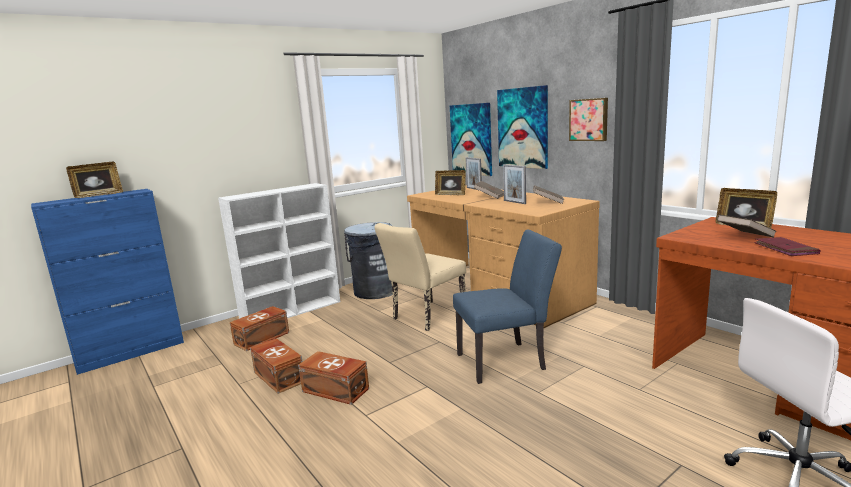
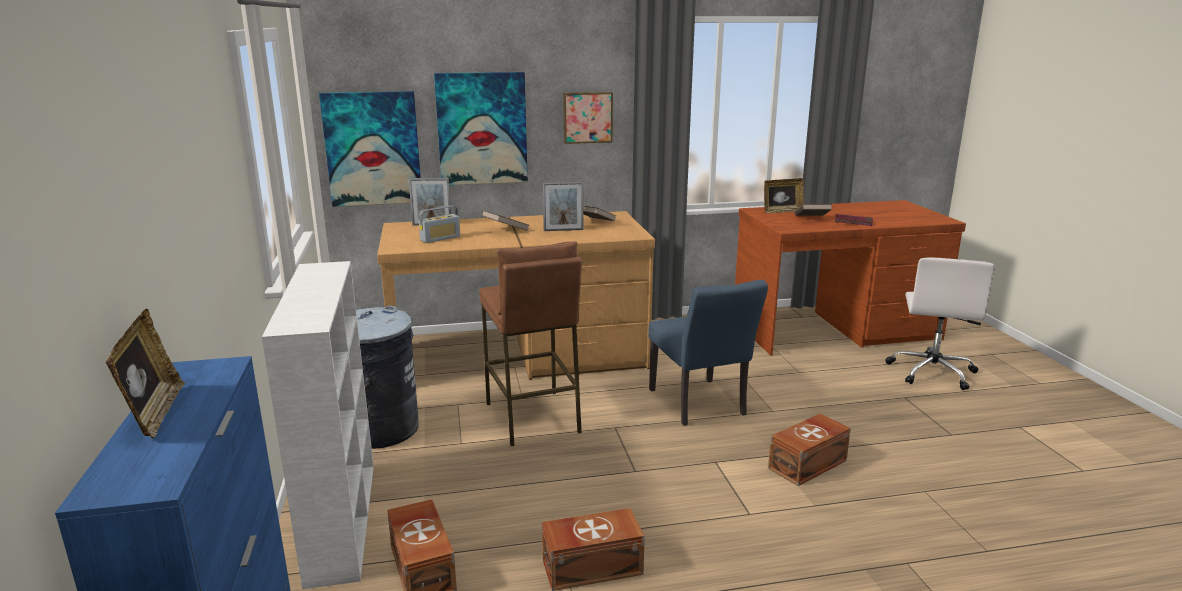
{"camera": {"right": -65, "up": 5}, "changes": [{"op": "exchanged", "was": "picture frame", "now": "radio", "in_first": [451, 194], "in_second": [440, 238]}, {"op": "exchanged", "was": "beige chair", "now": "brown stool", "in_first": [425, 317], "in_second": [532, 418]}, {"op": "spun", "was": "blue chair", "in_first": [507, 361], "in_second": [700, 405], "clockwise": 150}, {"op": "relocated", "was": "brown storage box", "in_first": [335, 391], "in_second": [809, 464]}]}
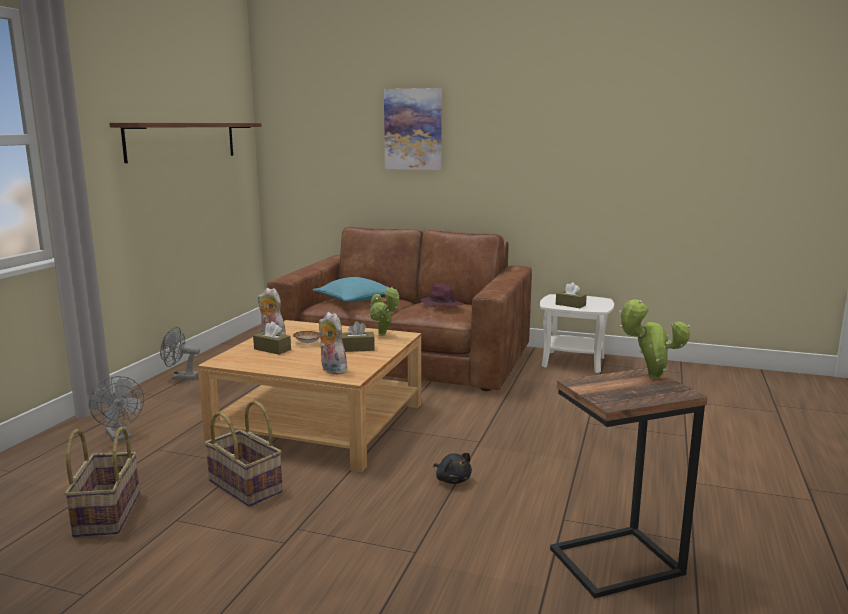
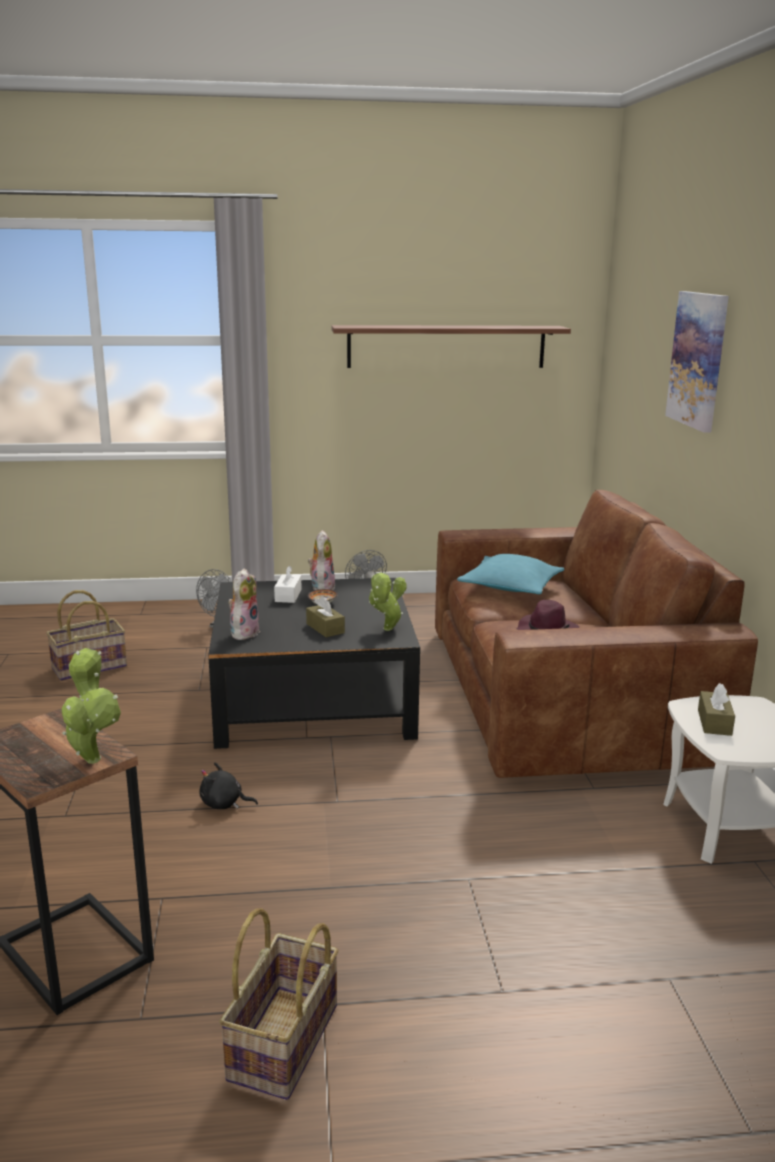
{"camera": {"right": 65, "up": 5}, "changes": [{"op": "colour", "was": "beige coffee table", "now": "black coffee table", "in_first": [320, 423], "in_second": [313, 697]}, {"op": "colour", "was": "brown tissue box", "now": "white tissue box", "in_first": [272, 349], "in_second": [288, 596]}, {"op": "relocated", "was": "basket", "in_first": [246, 486], "in_second": [285, 1043]}, {"op": "spun", "was": "black plush toy", "in_first": [452, 480], "in_second": [224, 804], "clockwise": 75}]}
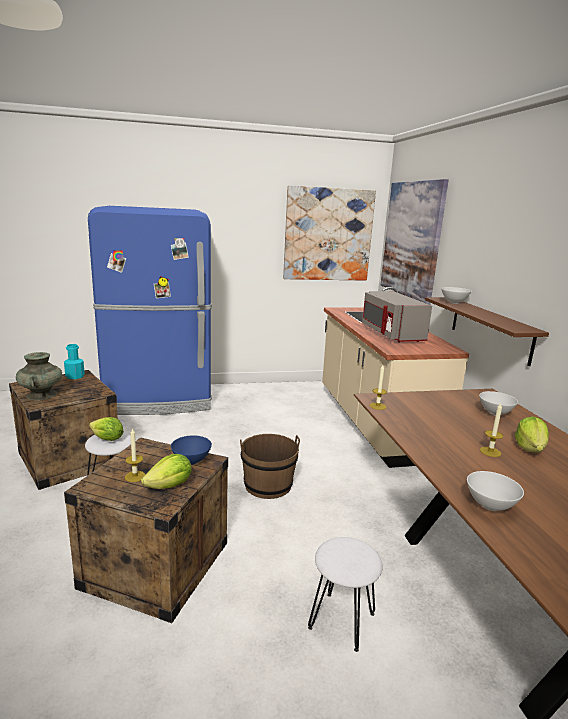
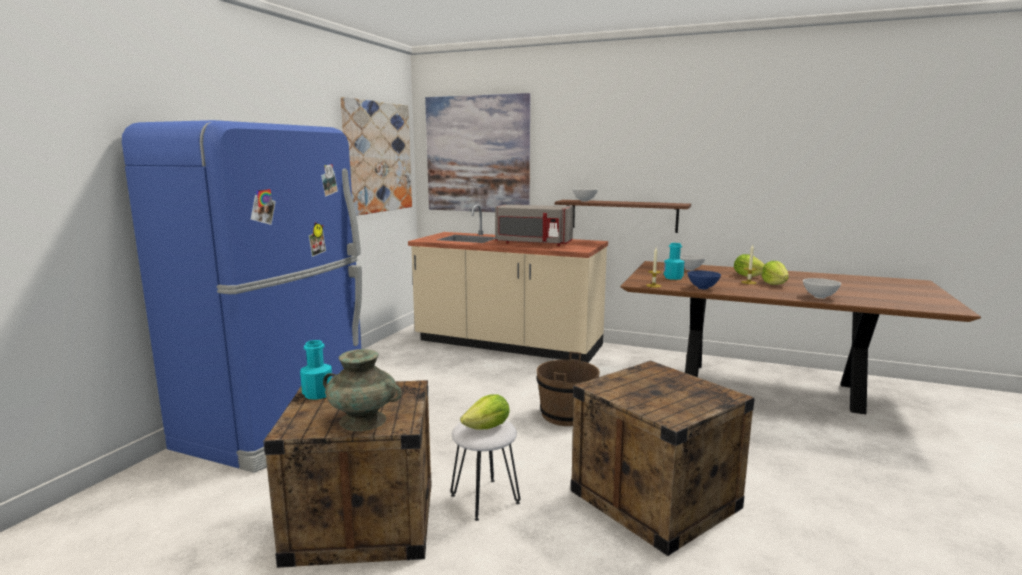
{"camera": {"right": -55, "up": -5}, "changes": [{"op": "missing", "was": "candle", "in_first": [135, 476]}, {"op": "relocated", "was": "blue bowl", "in_first": [191, 461], "in_second": [703, 288]}, {"op": "relocated", "was": "lettuce", "in_first": [170, 486], "in_second": [774, 284]}, {"op": "missing", "was": "white stool", "in_first": [341, 620]}, {"op": "appeared", "now": "turquoise bottle", "in_second": [673, 277]}]}
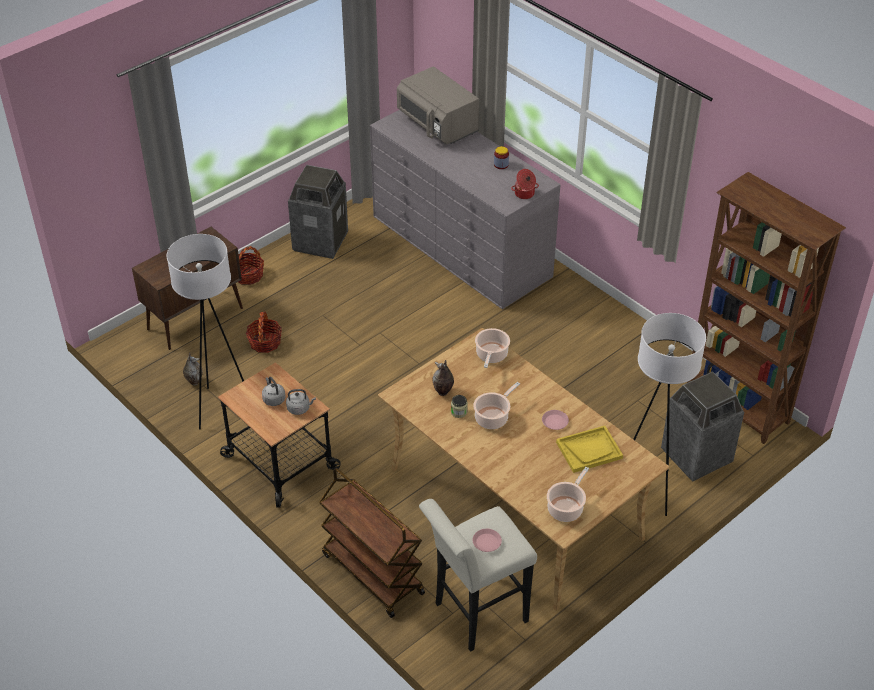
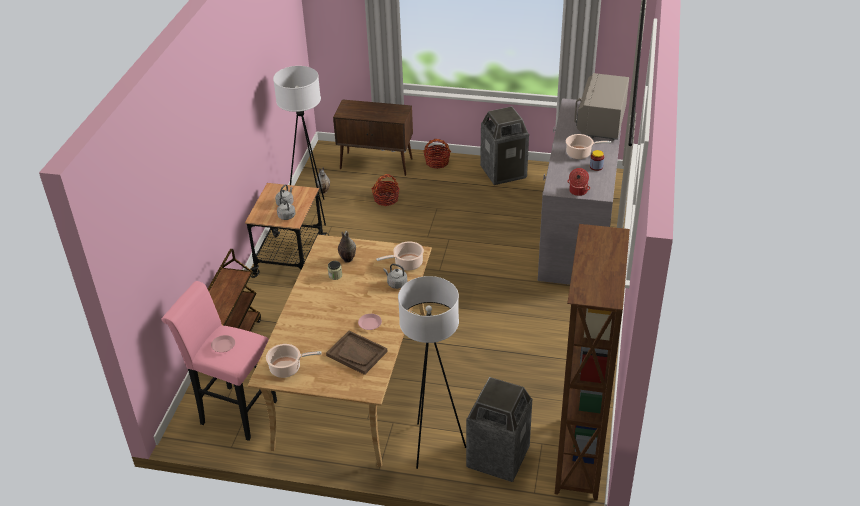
{"camera": {"right": 55, "up": -5}, "changes": [{"op": "relocated", "was": "cooking pot", "in_first": [493, 417], "in_second": [580, 154]}, {"op": "colour", "was": "yellow tray", "now": "brown tray", "in_first": [589, 450], "in_second": [357, 353]}, {"op": "colour", "was": "white stool", "now": "pink stool", "in_first": [475, 615], "in_second": [233, 411]}, {"op": "appeared", "now": "grey kettle", "in_second": [396, 283]}]}
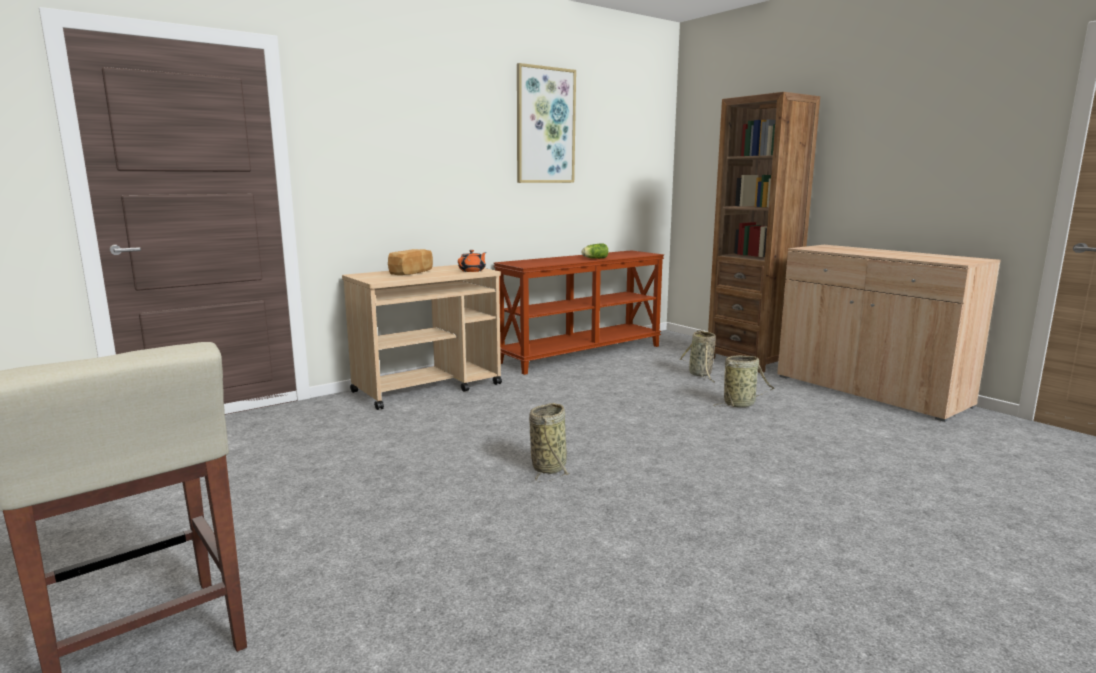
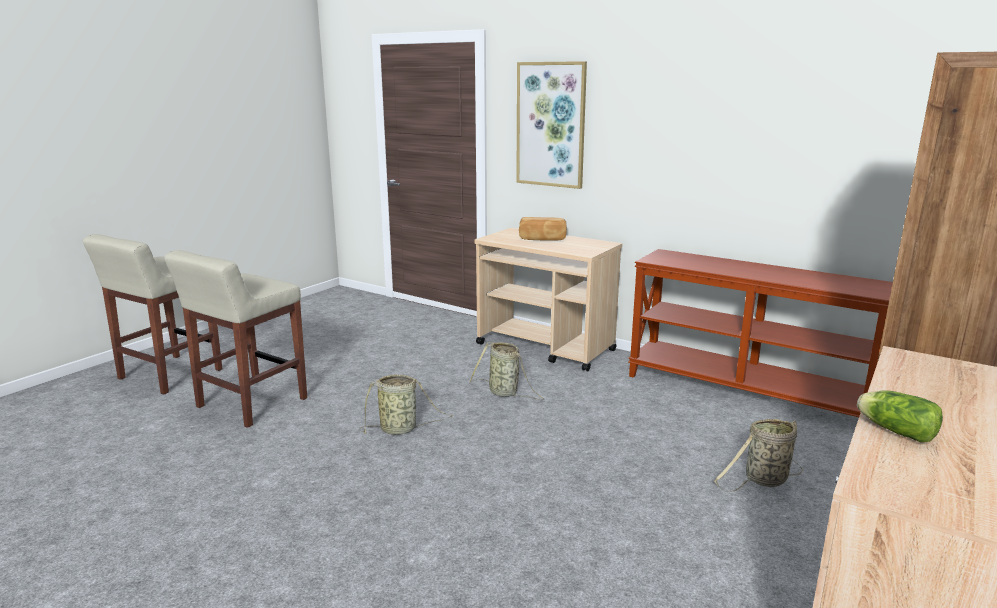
{"camera": {"right": 70, "up": 5}, "changes": [{"op": "relocated", "was": "picture", "in_first": [545, 126], "in_second": [551, 125]}, {"op": "relocated", "was": "lettuce", "in_first": [594, 258], "in_second": [893, 430]}, {"op": "missing", "was": "orange teapot", "in_first": [472, 271]}, {"op": "relocated", "was": "basket", "in_first": [740, 404], "in_second": [505, 393]}, {"op": "appeared", "now": "beige stool", "in_second": [250, 403]}]}
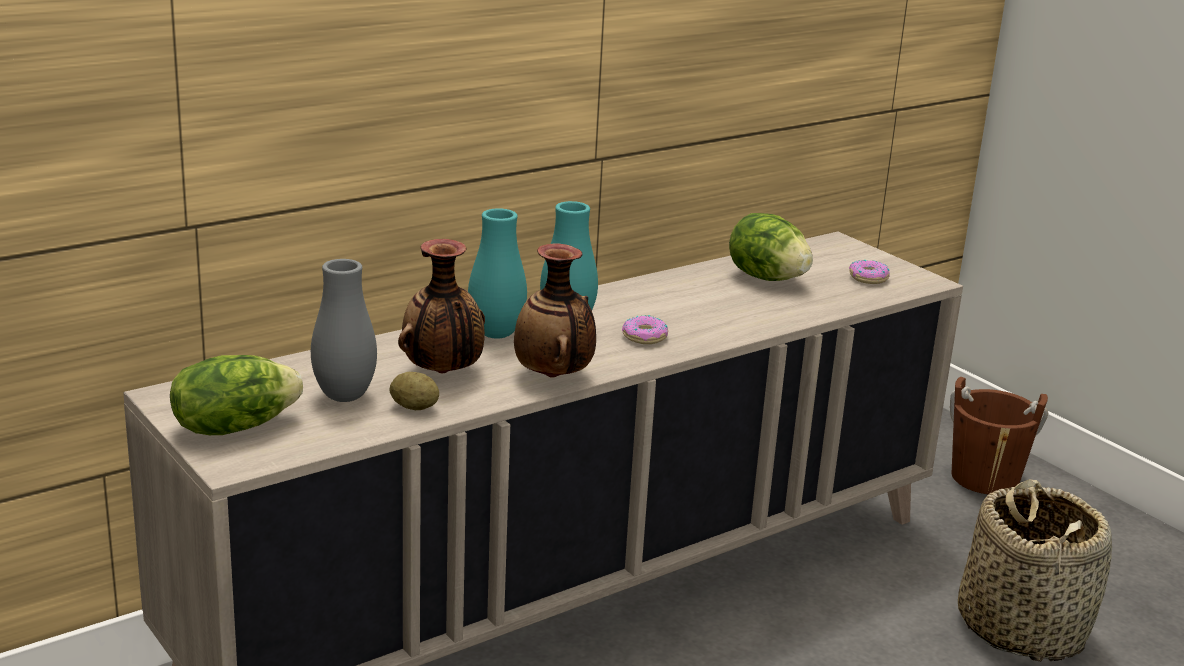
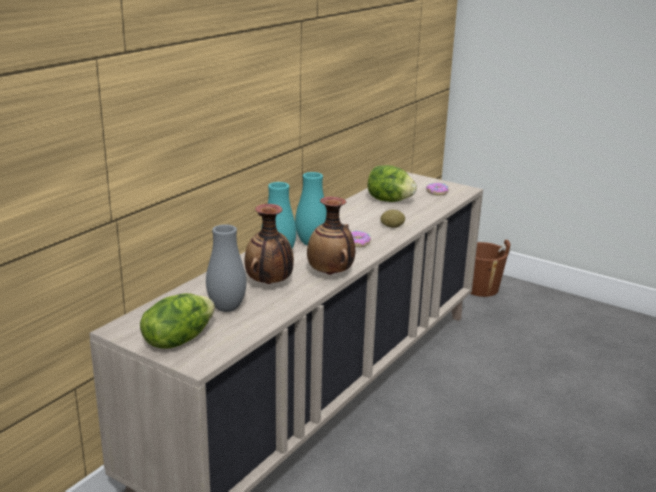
{"camera": {"right": -20, "up": 0}, "changes": [{"op": "relocated", "was": "potato", "in_first": [414, 407], "in_second": [392, 227]}, {"op": "missing", "was": "basket", "in_first": [1022, 627]}]}
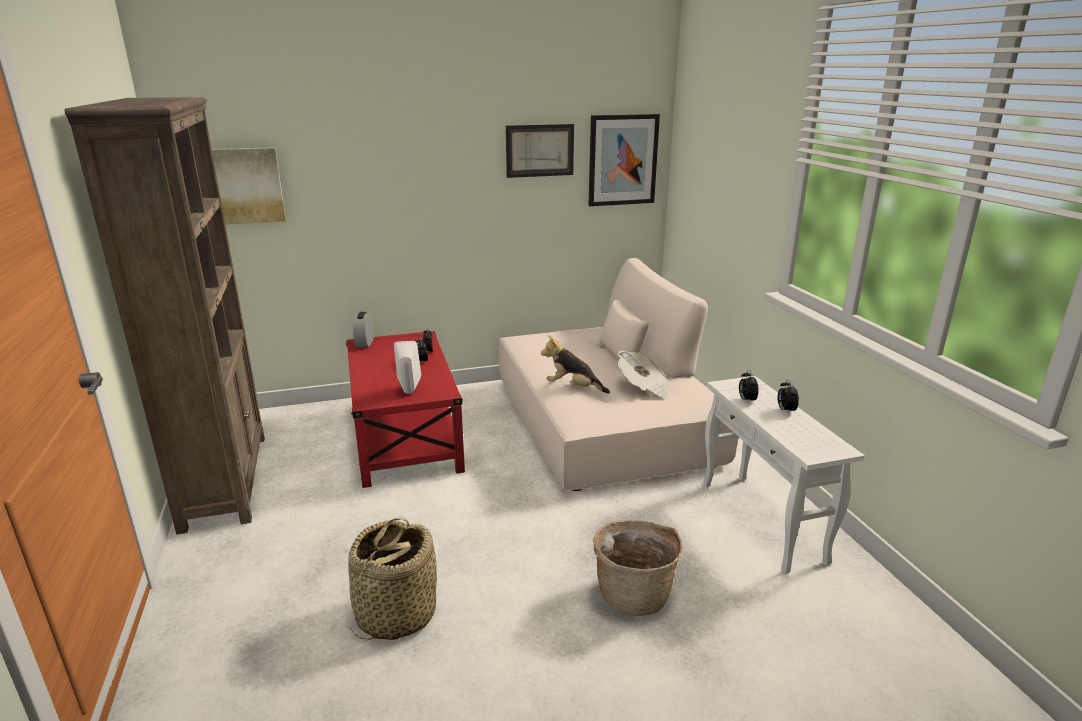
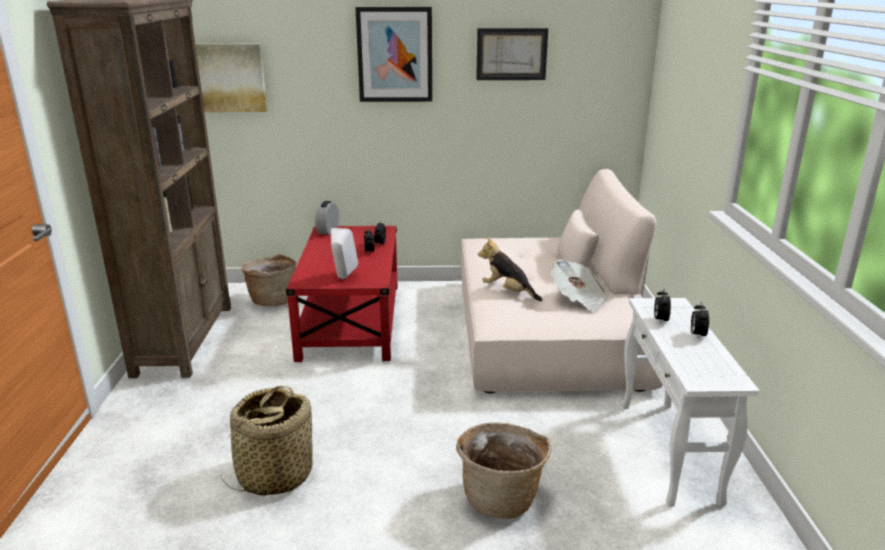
{"camera": {"right": 15, "up": 0}, "changes": [{"op": "relocated", "was": "picture", "in_first": [622, 160], "in_second": [395, 55]}, {"op": "appeared", "now": "basket", "in_second": [273, 300]}]}
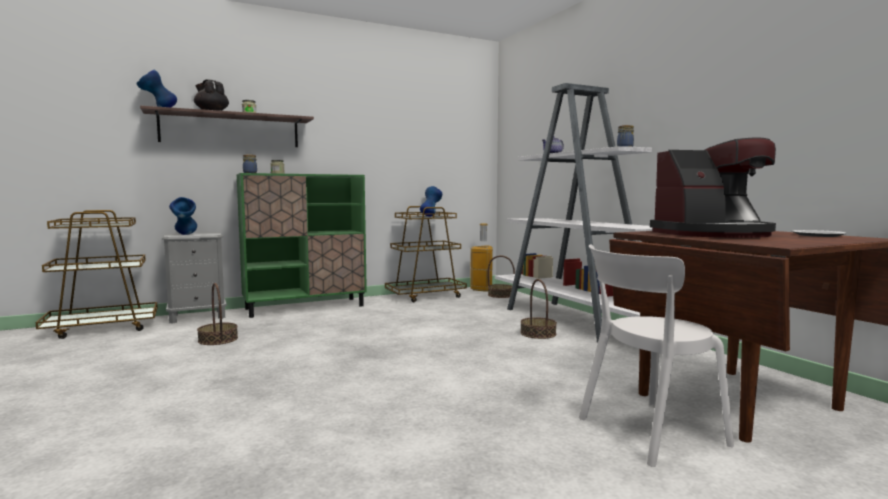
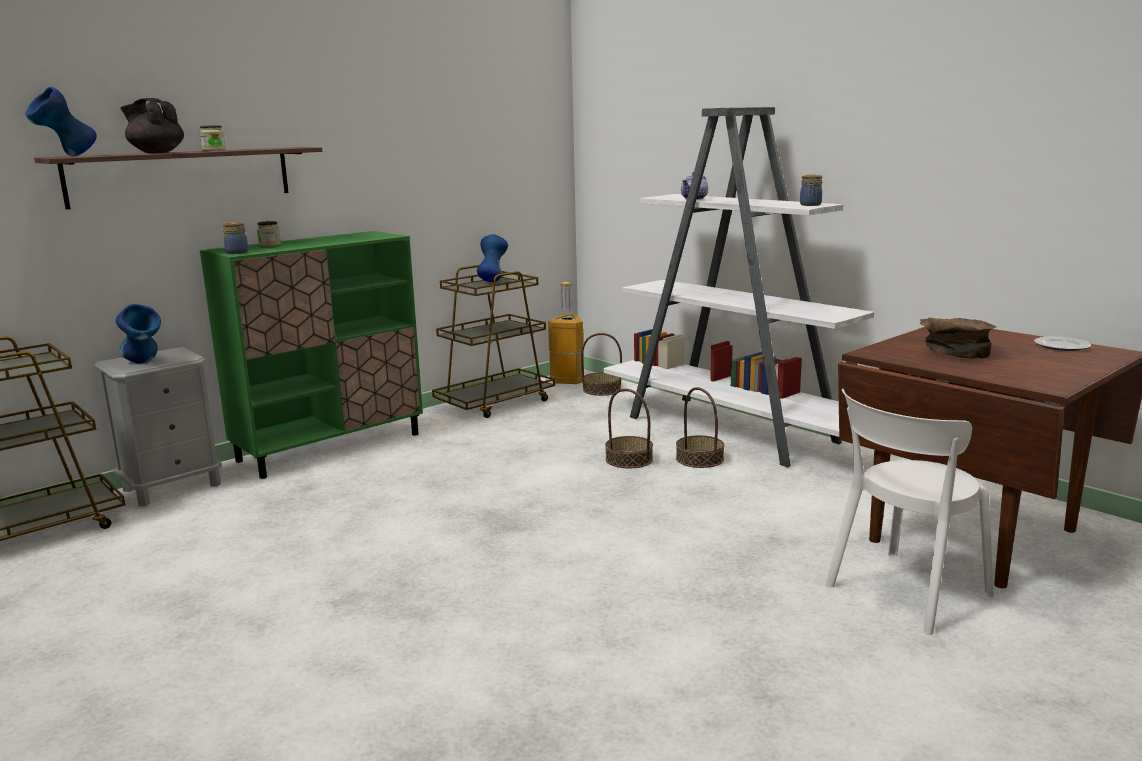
{"camera": {"right": -15, "up": 10}, "changes": [{"op": "exchanged", "was": "coffee machine", "now": "brown bowl", "in_first": [712, 234], "in_second": [955, 352]}, {"op": "relocated", "was": "basket", "in_first": [218, 339], "in_second": [629, 459]}]}
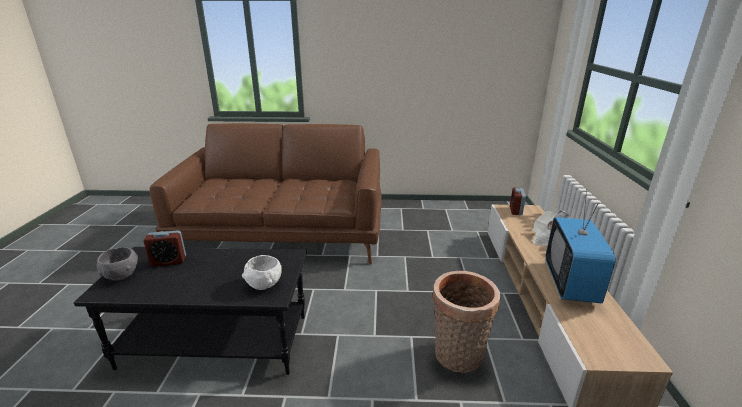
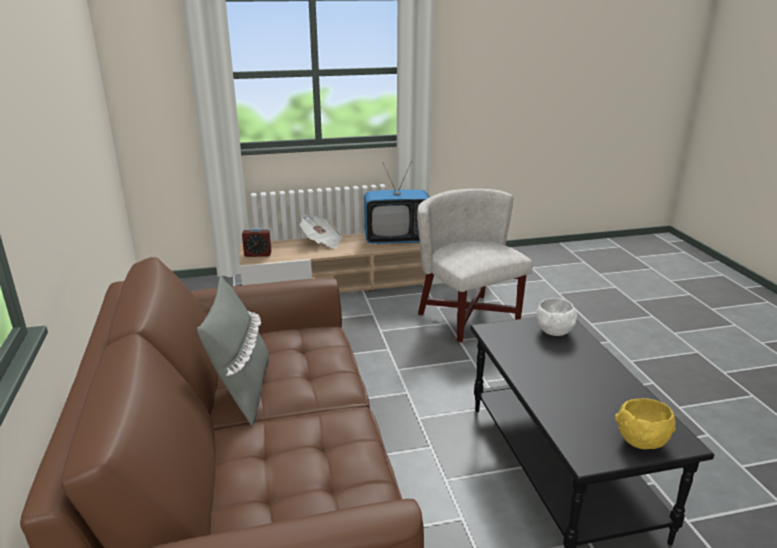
{"camera": {"right": -105, "up": 0}, "changes": [{"op": "missing", "was": "alarm clock", "in_first": [168, 261]}, {"op": "colour", "was": "grey bowl", "now": "yellow bowl", "in_first": [121, 276], "in_second": [642, 441]}, {"op": "exchanged", "was": "basket", "now": "white armchair", "in_first": [458, 357], "in_second": [469, 317]}, {"op": "appeared", "now": "grey pillow", "in_second": [242, 391]}]}
